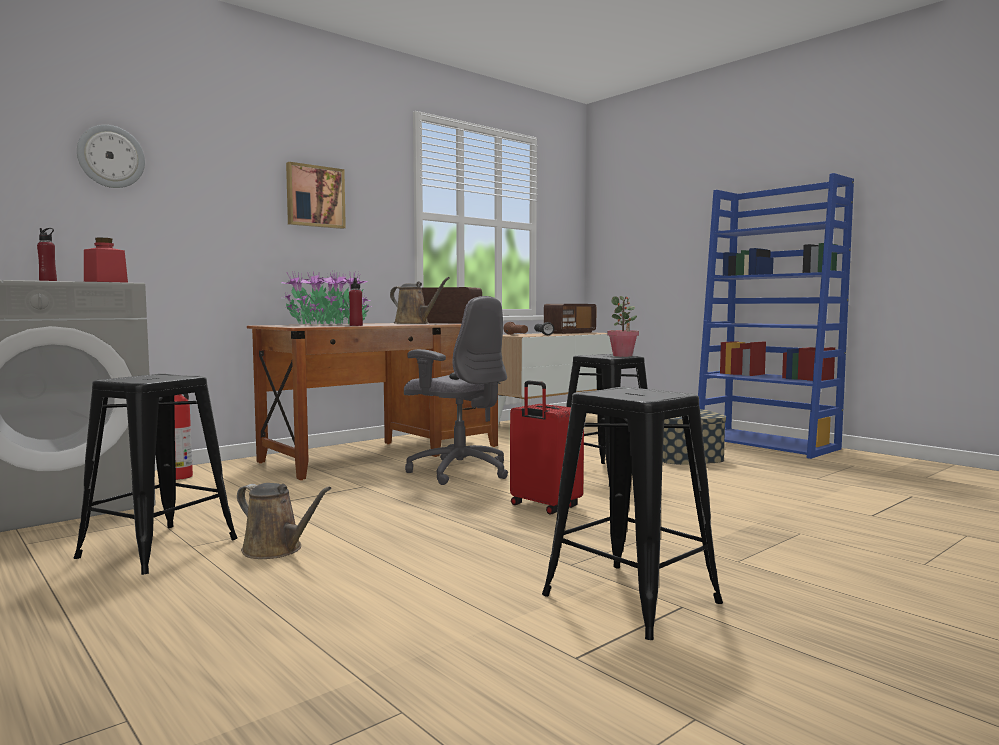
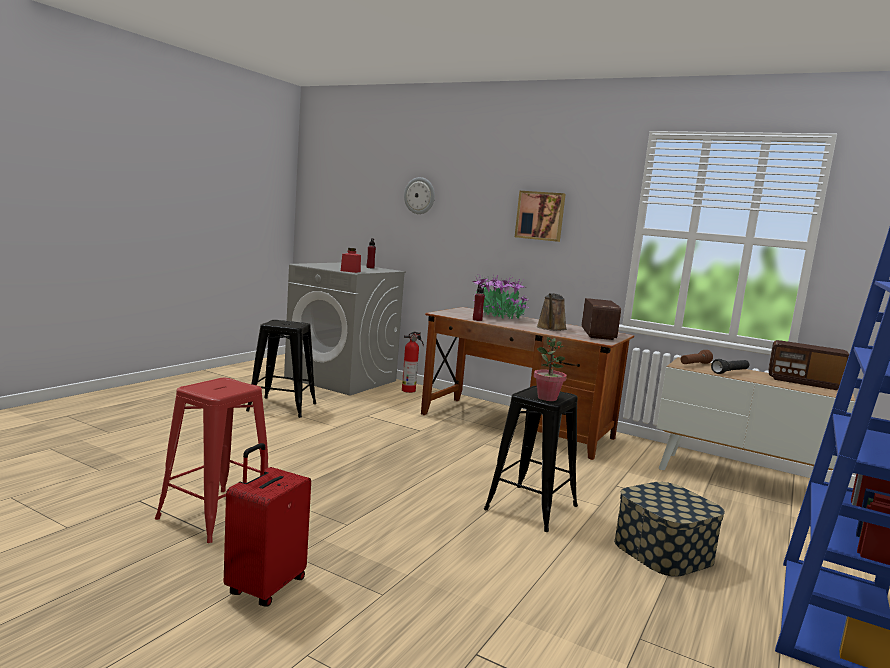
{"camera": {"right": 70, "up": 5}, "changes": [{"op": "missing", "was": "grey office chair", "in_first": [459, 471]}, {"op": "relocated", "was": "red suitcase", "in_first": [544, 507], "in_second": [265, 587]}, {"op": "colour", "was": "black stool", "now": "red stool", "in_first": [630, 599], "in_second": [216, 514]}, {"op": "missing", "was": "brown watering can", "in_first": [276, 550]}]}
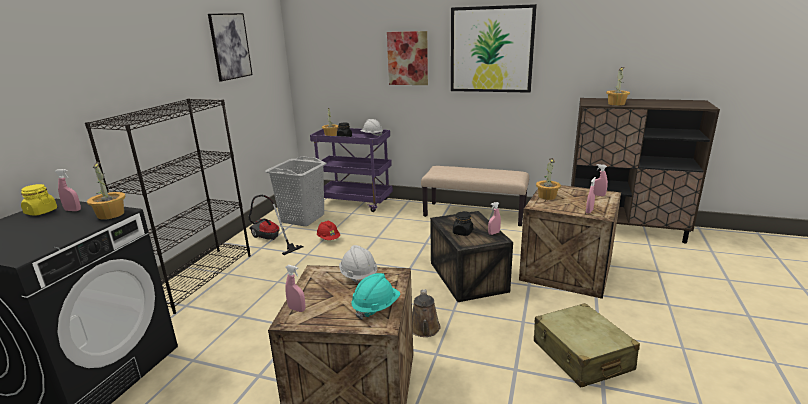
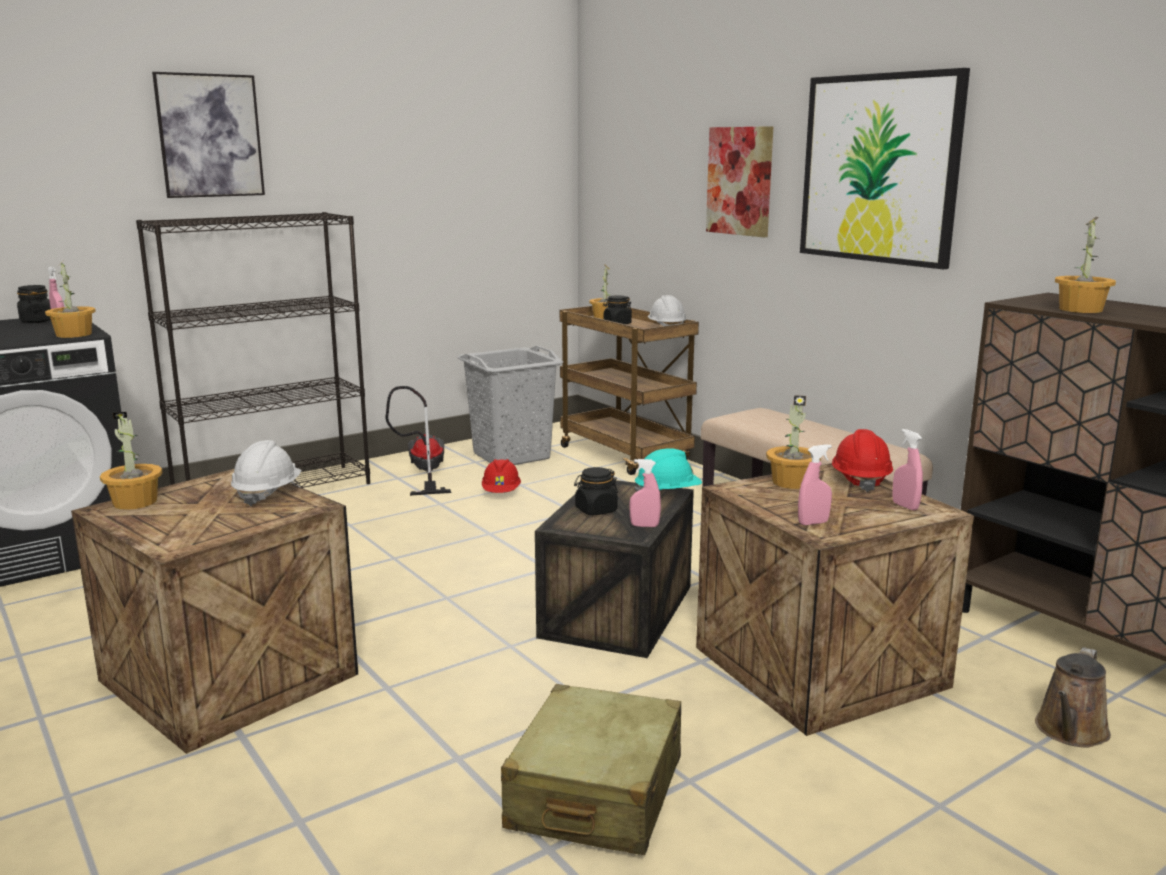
{"camera": {"right": 35, "up": -5}, "changes": [{"op": "relocated", "was": "picture", "in_first": [230, 46], "in_second": [210, 136]}, {"op": "colour", "was": "purple cart", "now": "brown cart", "in_first": [356, 203], "in_second": [626, 455]}, {"op": "colour", "was": "yellow jar", "now": "black jar", "in_first": [41, 212], "in_second": [37, 321]}, {"op": "exchanged", "was": "pink spray bottle", "now": "potted plant", "in_first": [297, 309], "in_second": [135, 502]}, {"op": "relocated", "was": "turquoise hard hat", "in_first": [376, 307], "in_second": [667, 493]}, {"op": "relocated", "was": "brown watering can", "in_first": [425, 329], "in_second": [1070, 732]}, {"op": "appeared", "now": "red hard hat", "in_second": [860, 480]}]}
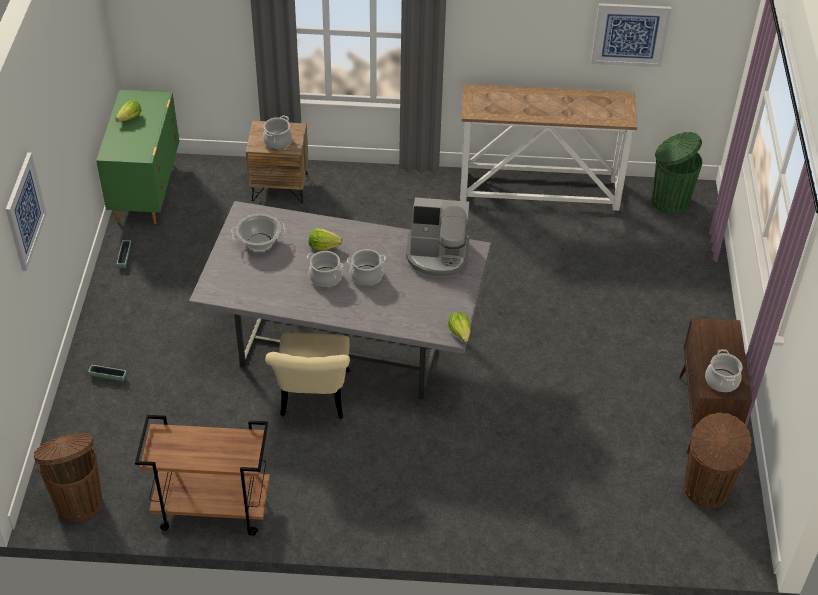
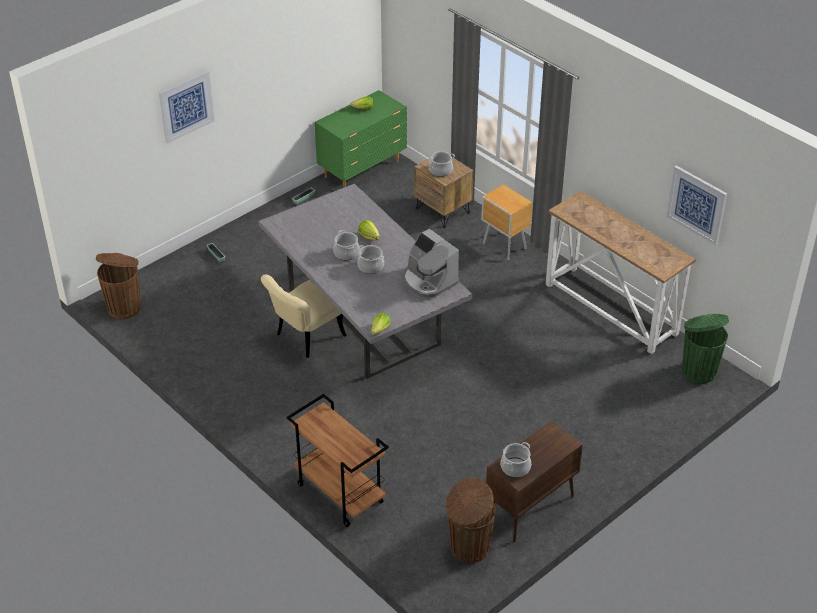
{"camera": {"right": 45, "up": -5}, "changes": [{"op": "missing", "was": "cooking pot", "in_first": [260, 242]}, {"op": "relocated", "was": "brown cart", "in_first": [211, 509], "in_second": [339, 493]}, {"op": "appeared", "now": "brown nightstand", "in_second": [504, 247]}]}
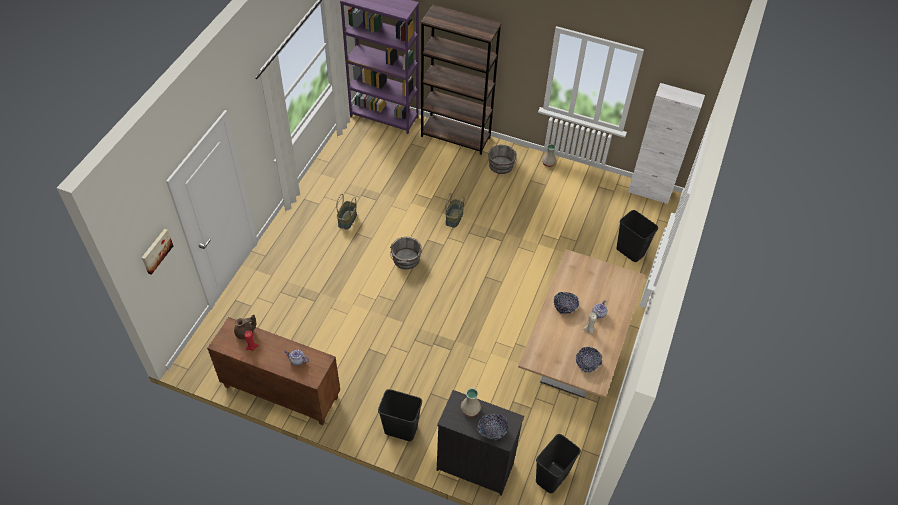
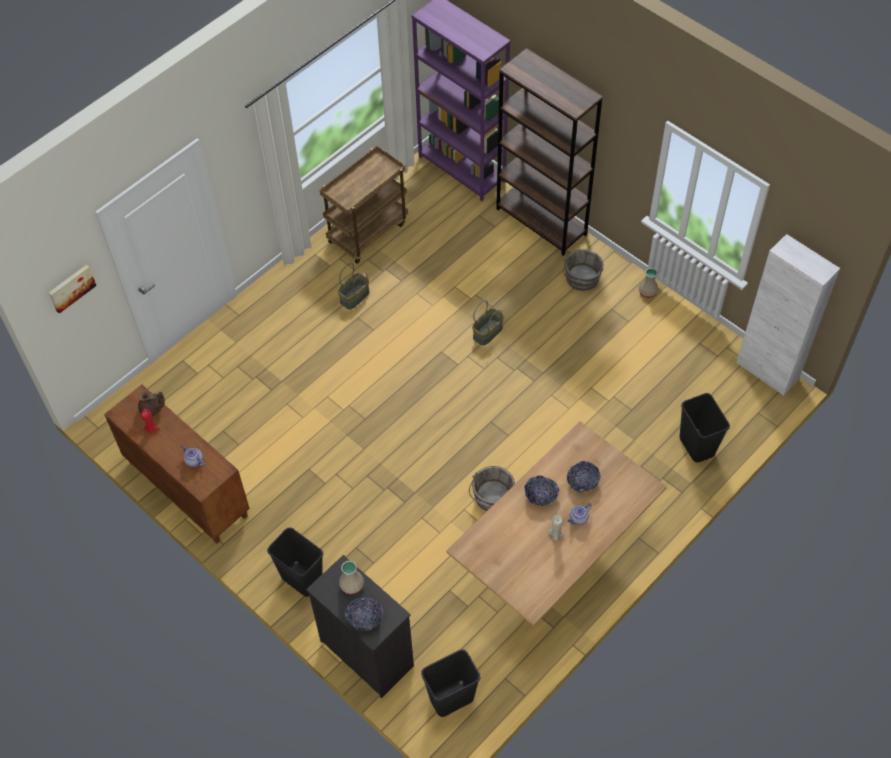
{"camera": {"right": 25, "up": 5}, "changes": [{"op": "relocated", "was": "grey bucket", "in_first": [406, 260], "in_second": [492, 497]}, {"op": "relocated", "was": "bowl", "in_first": [587, 363], "in_second": [582, 481]}, {"op": "appeared", "now": "brown cart", "in_second": [367, 231]}]}
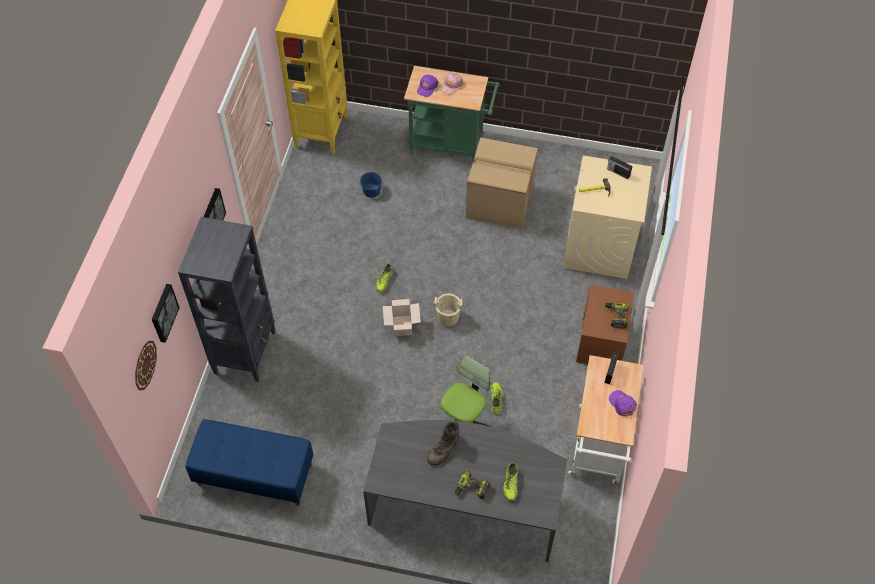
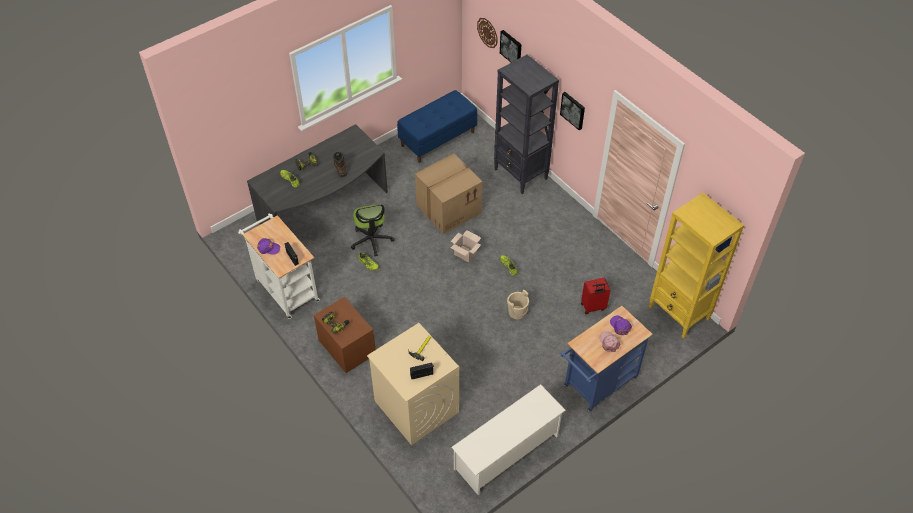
{"camera": {"right": 130, "up": -5}, "changes": [{"op": "colour", "was": "green cart", "now": "blue cart", "in_first": [451, 144], "in_second": [597, 385]}, {"op": "relocated", "was": "cardboard box", "in_first": [498, 201], "in_second": [449, 208]}, {"op": "exchanged", "was": "blue bucket", "now": "red suitcase", "in_first": [372, 190], "in_second": [593, 307]}, {"op": "relocated", "was": "beige bucket", "in_first": [448, 317], "in_second": [517, 312]}, {"op": "appeared", "now": "white shoe rack", "in_second": [507, 452]}]}
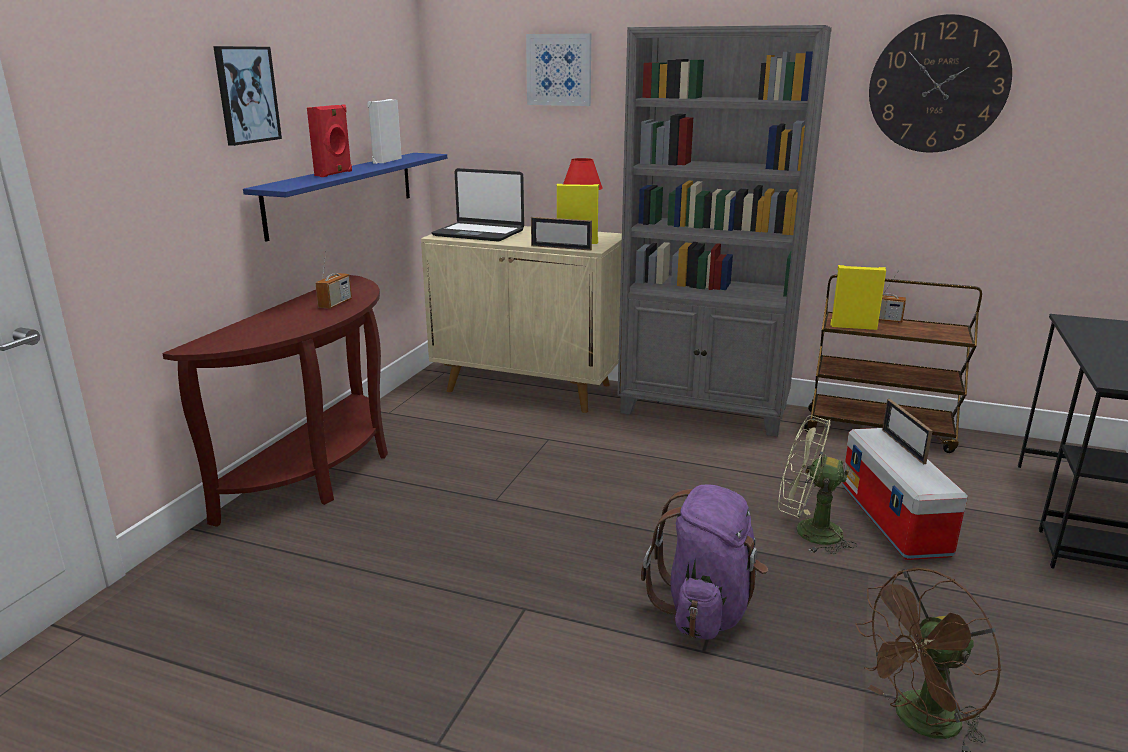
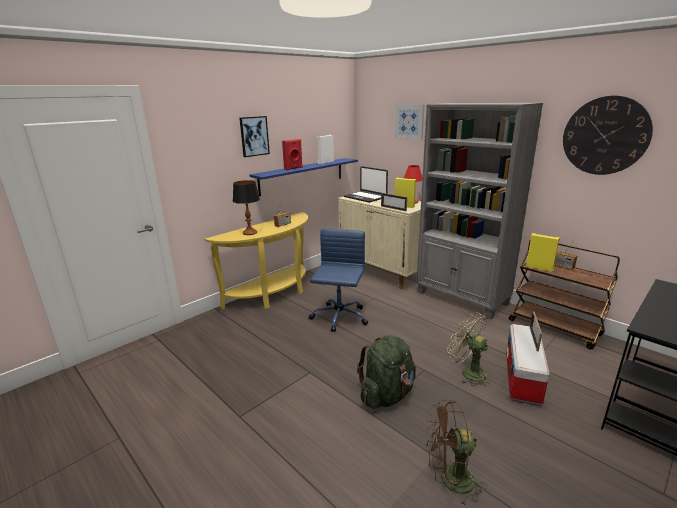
{"camera": {"right": 25, "up": 0}, "changes": [{"op": "colour", "was": "brown console table", "now": "yellow console table", "in_first": [322, 471], "in_second": [273, 294]}, {"op": "colour", "was": "purple backpack", "now": "green backpack", "in_first": [706, 609], "in_second": [387, 395]}, {"op": "appeared", "now": "table lamp", "in_second": [249, 233]}, {"op": "appeared", "now": "blue office chair", "in_second": [339, 318]}]}
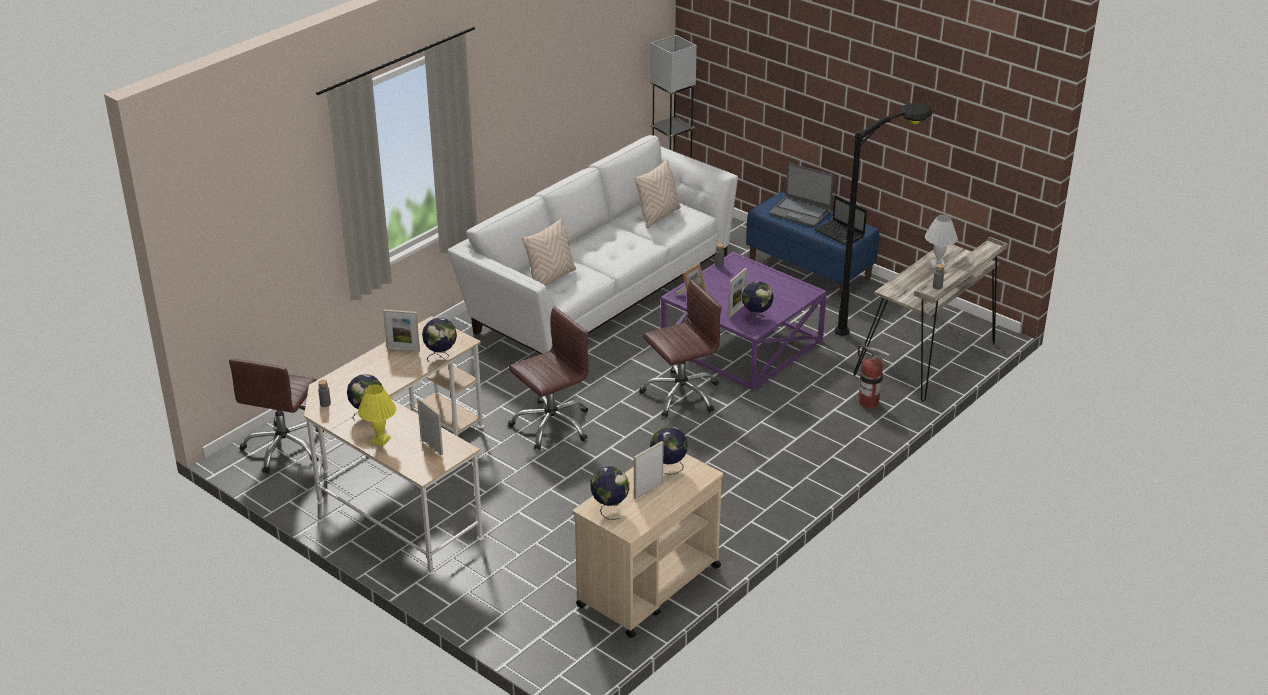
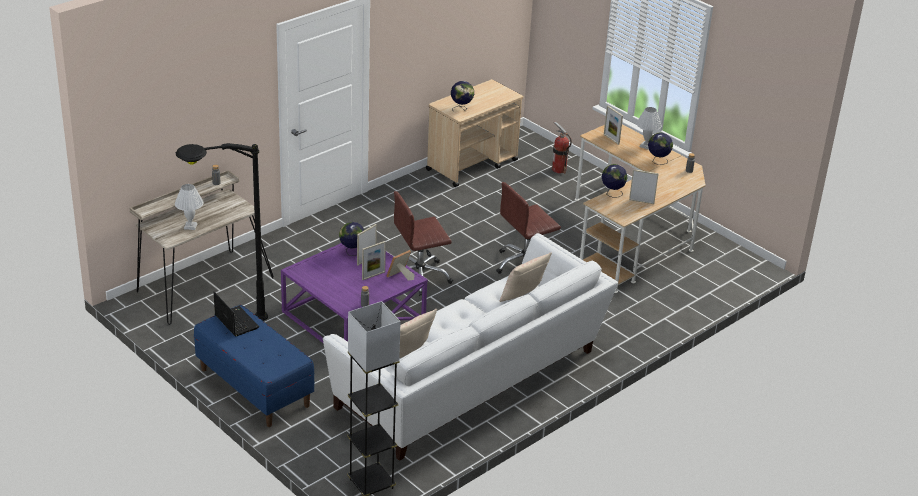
{"camera": {"right": -175, "up": 0}, "changes": [{"op": "missing", "was": "laptop", "in_first": [800, 212]}, {"op": "relocated", "was": "fire extinguisher", "in_first": [868, 402], "in_second": [559, 169]}, {"op": "missing", "was": "brown office chair", "in_first": [284, 448]}, {"op": "colour", "was": "yellow table lamp", "now": "white table lamp", "in_first": [380, 440], "in_second": [645, 146]}, {"op": "relocated", "was": "picture frame", "in_first": [648, 490], "in_second": [373, 275]}, {"op": "missing", "was": "globe", "in_first": [610, 509]}]}
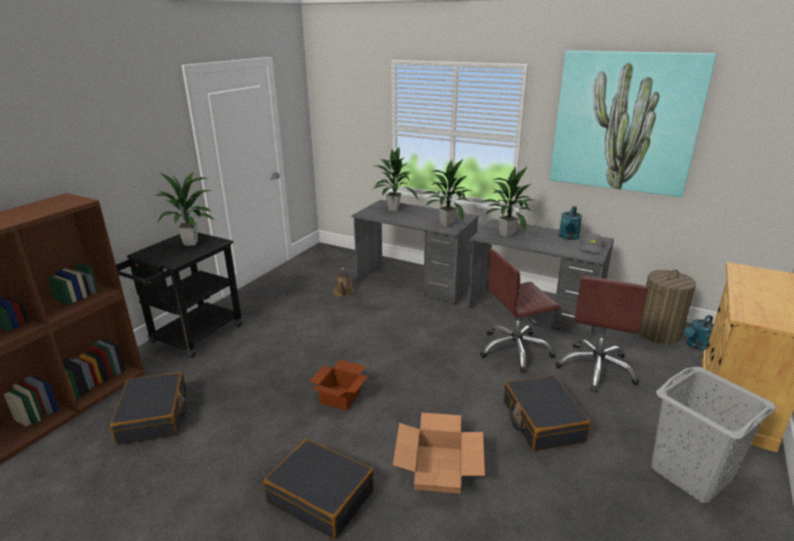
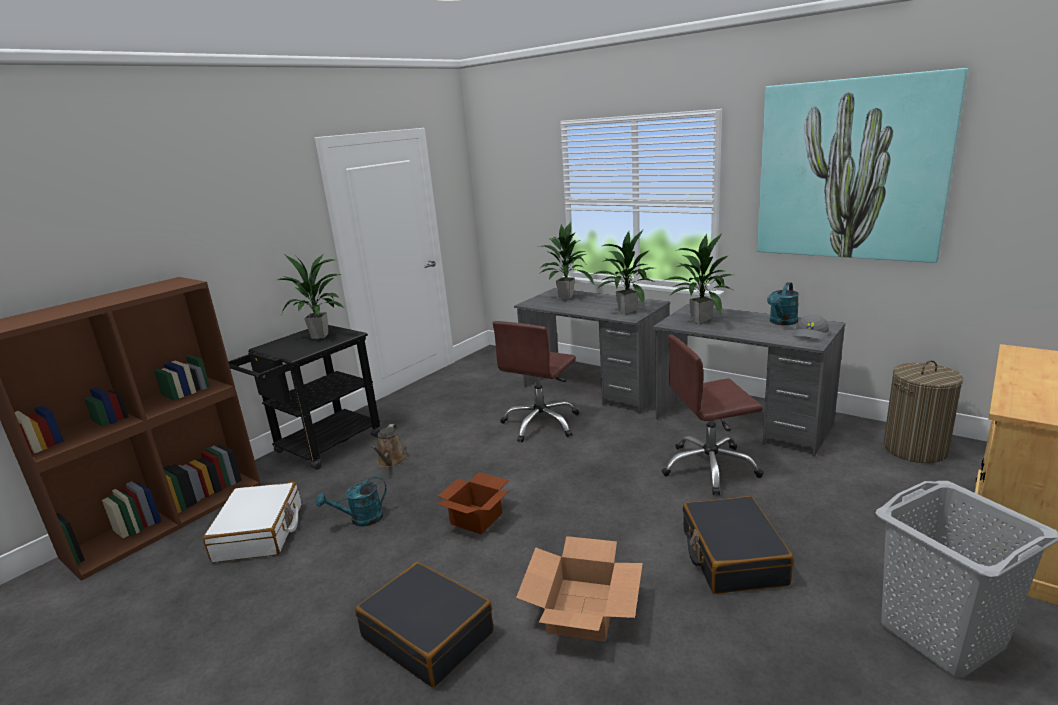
{"camera": {"right": 10, "up": -5}, "changes": [{"op": "relocated", "was": "brown watering can", "in_first": [343, 293], "in_second": [391, 461]}, {"op": "relocated", "was": "brown office chair", "in_first": [596, 369], "in_second": [541, 424]}, {"op": "relocated", "was": "turquoise watering can", "in_first": [695, 346], "in_second": [361, 519]}, {"op": "colour", "was": "black suitcase", "now": "white suitcase", "in_first": [154, 416], "in_second": [260, 533]}]}
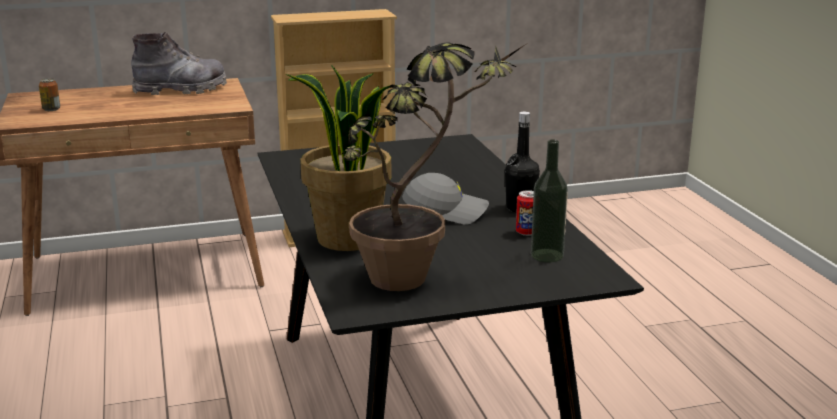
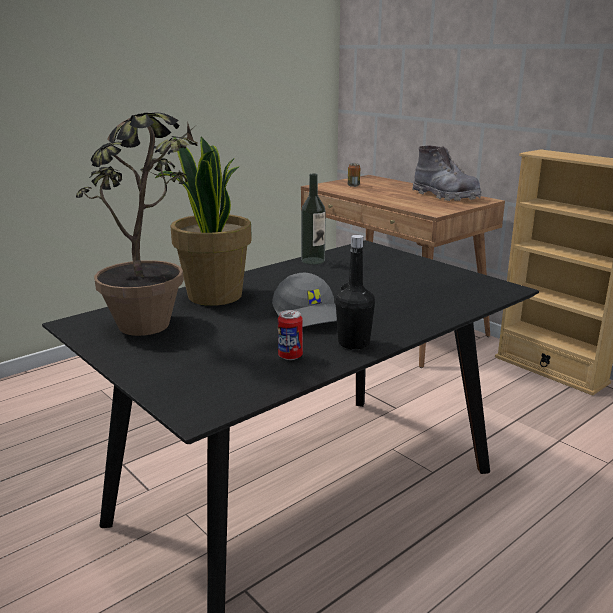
{"camera": {"right": 65, "up": 0}, "changes": [{"op": "relocated", "was": "bottle", "in_first": [547, 255], "in_second": [313, 261]}]}
